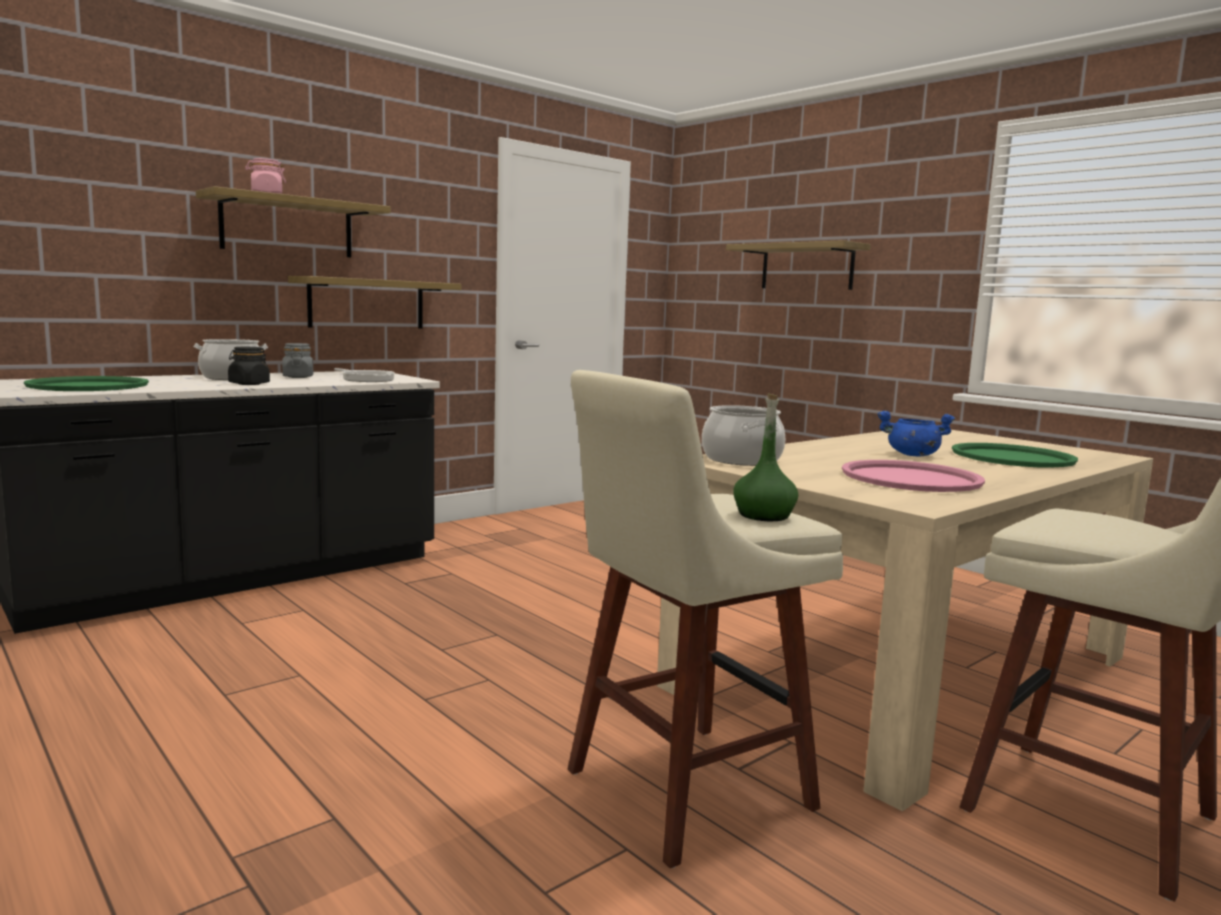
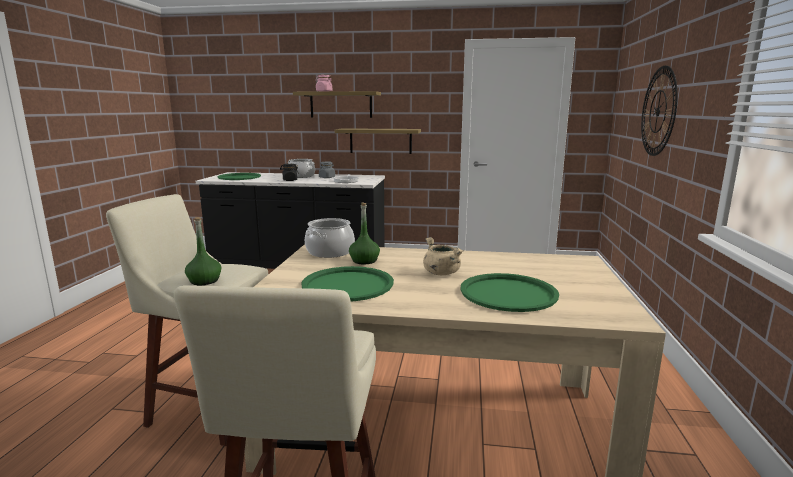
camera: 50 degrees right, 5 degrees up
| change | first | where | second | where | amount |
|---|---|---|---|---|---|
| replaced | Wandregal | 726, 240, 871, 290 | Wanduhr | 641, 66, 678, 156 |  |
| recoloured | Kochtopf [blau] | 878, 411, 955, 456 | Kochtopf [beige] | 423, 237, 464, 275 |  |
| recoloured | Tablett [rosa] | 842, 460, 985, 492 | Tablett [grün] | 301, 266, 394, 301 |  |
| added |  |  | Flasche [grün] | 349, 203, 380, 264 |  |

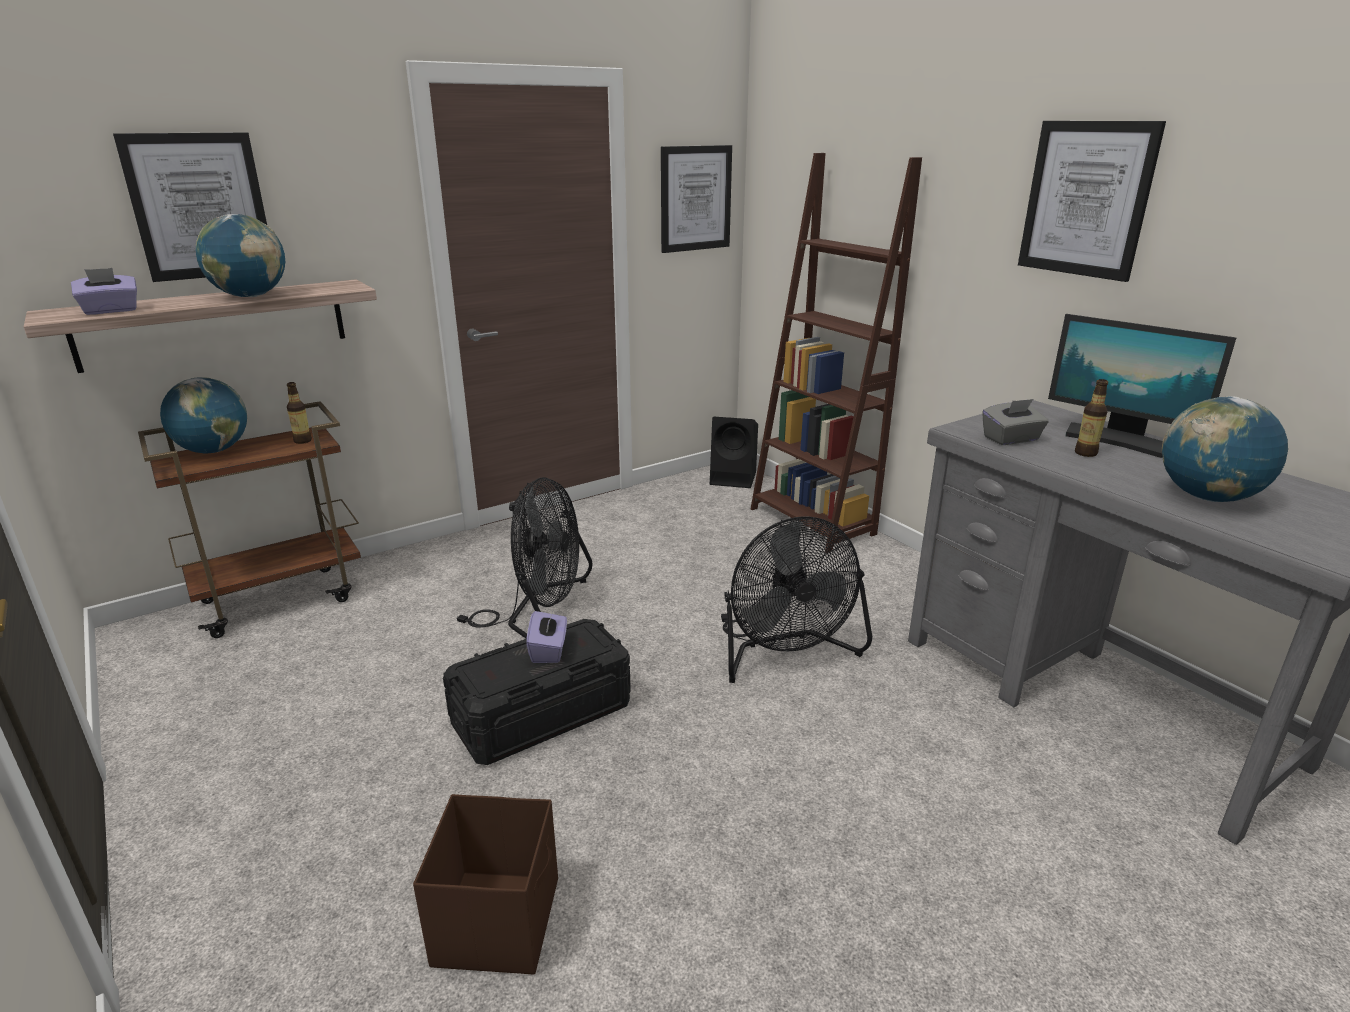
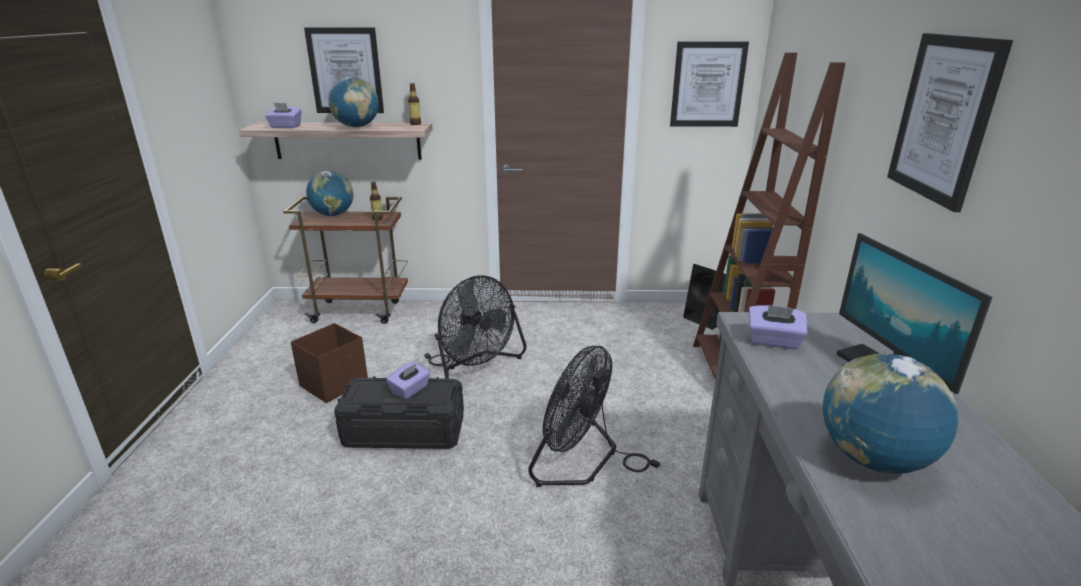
camera: 35 degrees right, 0 degrees up
| change | first | where | second | where | amount |
|---|---|---|---|---|---|
| moved | Flasche | 1075, 379, 1108, 457 |  | 408, 83, 421, 125 |  |
| recoloured | Taschentuchbox [grau] | 982, 399, 1049, 445 | Taschentuchbox [lila] | 749, 305, 808, 349 |  |
| turned | Ventilator [schwarz] | 721, 516, 872, 683 |  | 528, 346, 660, 487 | 105 degrees clockwise |
| moved | Aufbewahrungsbox [braun] | 413, 794, 558, 974 |  | 291, 323, 368, 403 |  |

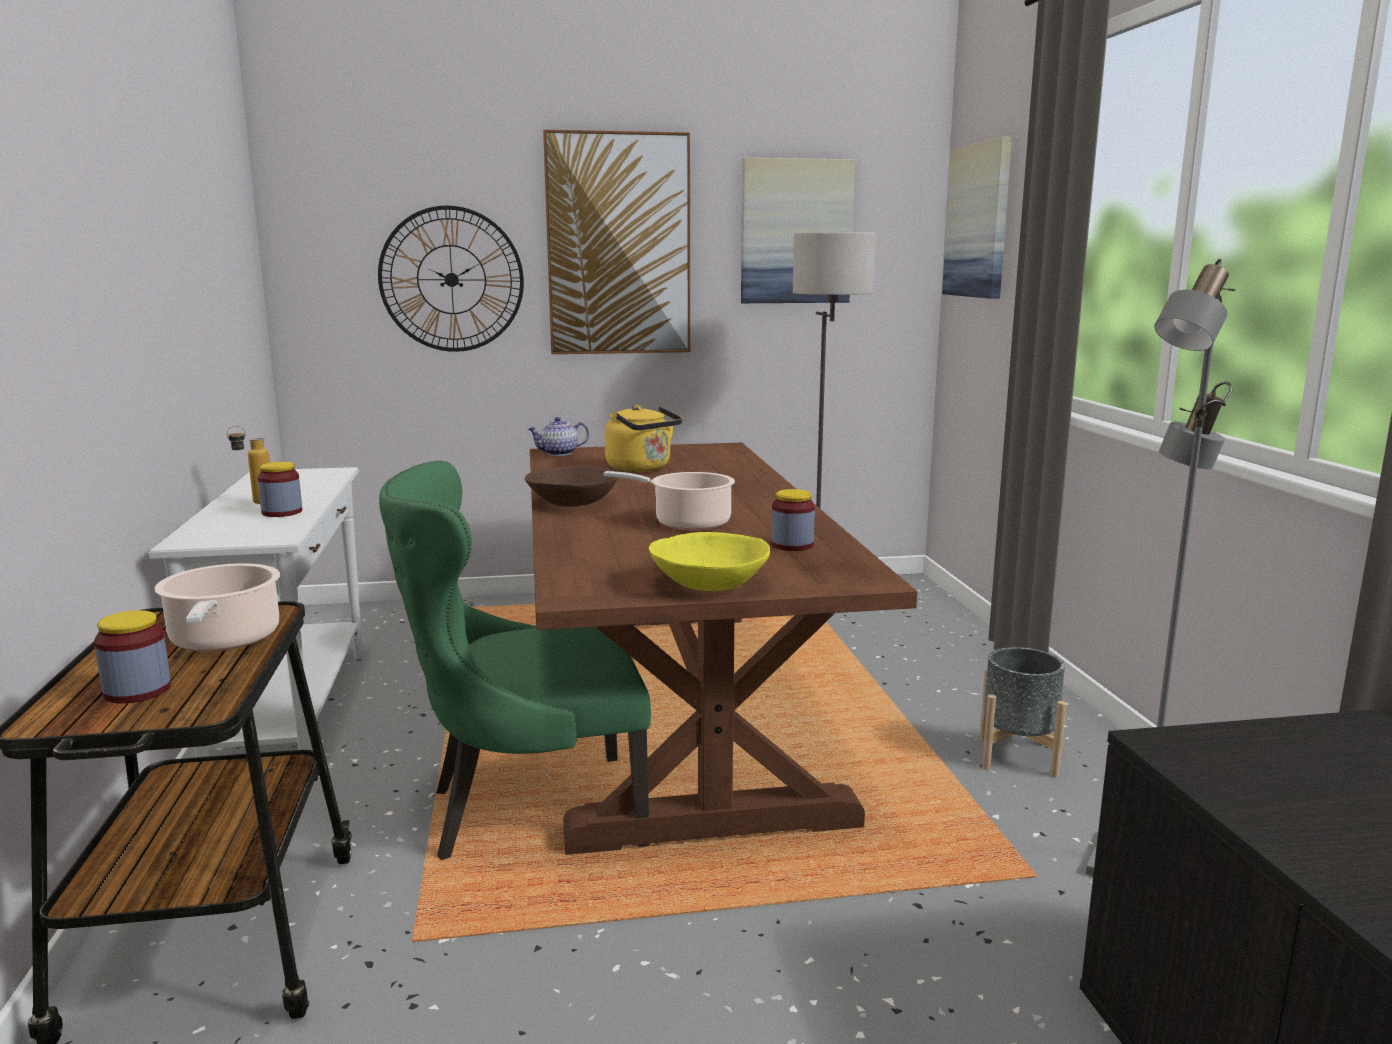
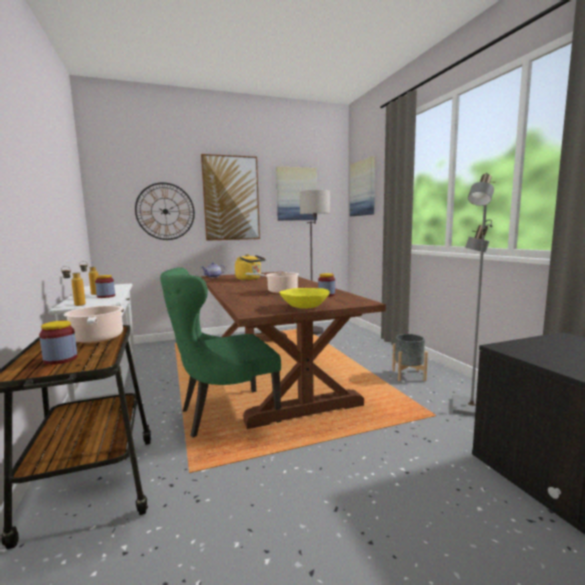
camera: 10 degrees left, 5 degrees down
| change | first | where | second | where | amount |
|---|---|---|---|---|---|
| removed | Schüssel [braun] | 524, 465, 618, 507 |  |  |  |
| added |  |  | Flasche | 61, 266, 86, 306 |  |

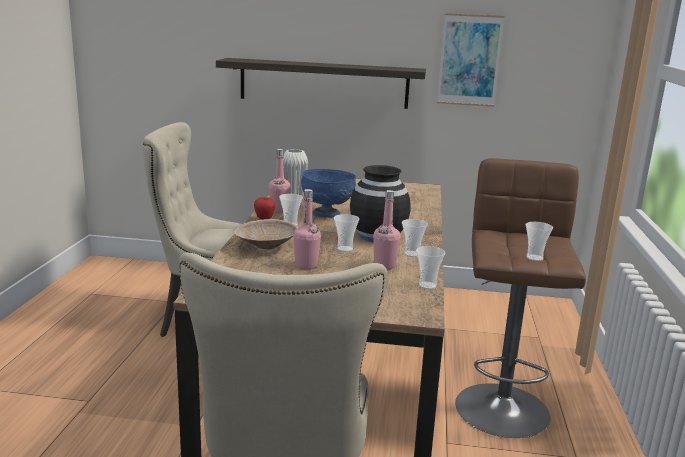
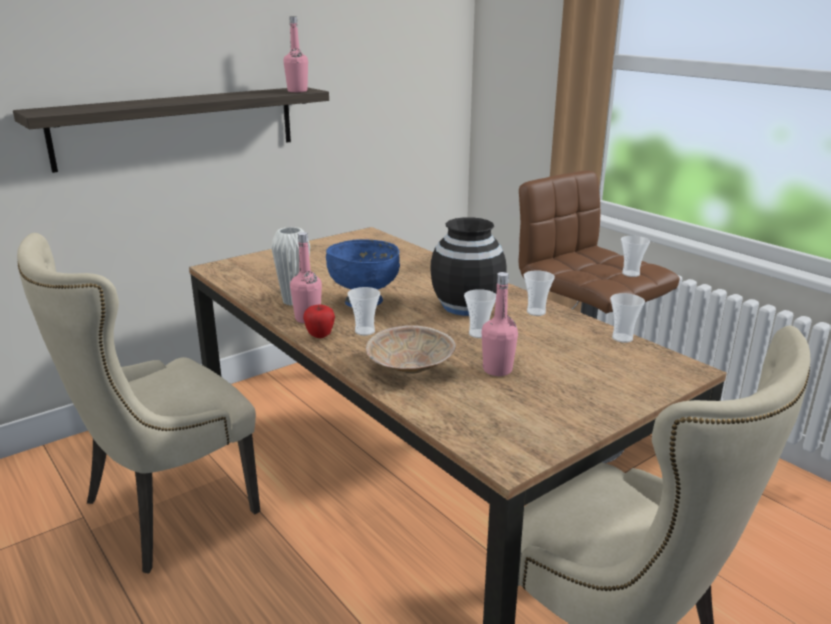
camera: 45 degrees left, 5 degrees up
| change | first | where | second | where | amount |
|---|---|---|---|---|---|
| removed | Bild | 437, 13, 504, 107 |  |  |  |
| moved | Flasche [rosa] | 373, 190, 400, 269 |  | 284, 16, 308, 92 |  |

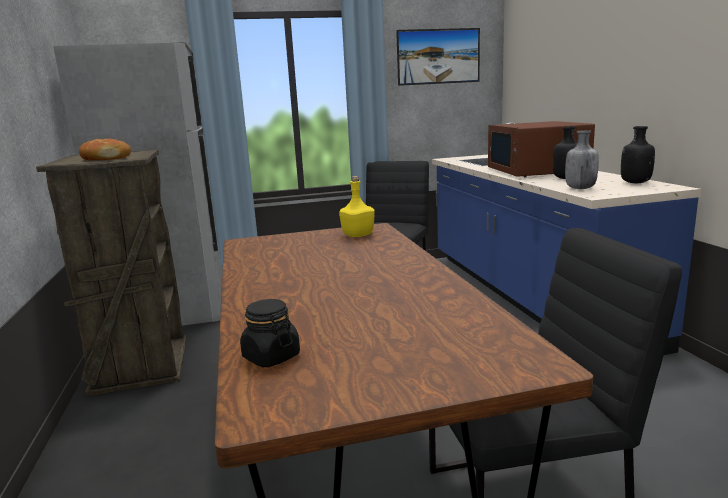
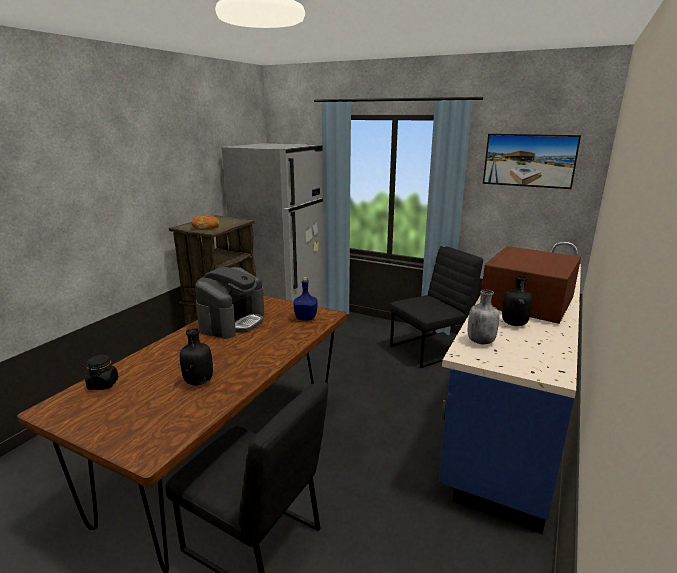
camera: 40 degrees right, 5 degrees up
| change | first | where | second | where | amount |
|---|---|---|---|---|---|
| moved | Flasche [schwarz] | 621, 126, 655, 183 |  | 180, 328, 213, 385 |  |
| recoloured | Flasche [gelb] | 339, 176, 375, 237 | Flasche [blau] | 294, 277, 318, 321 |  |
| added |  |  | Kaffeemaschine | 195, 267, 265, 339 |  |

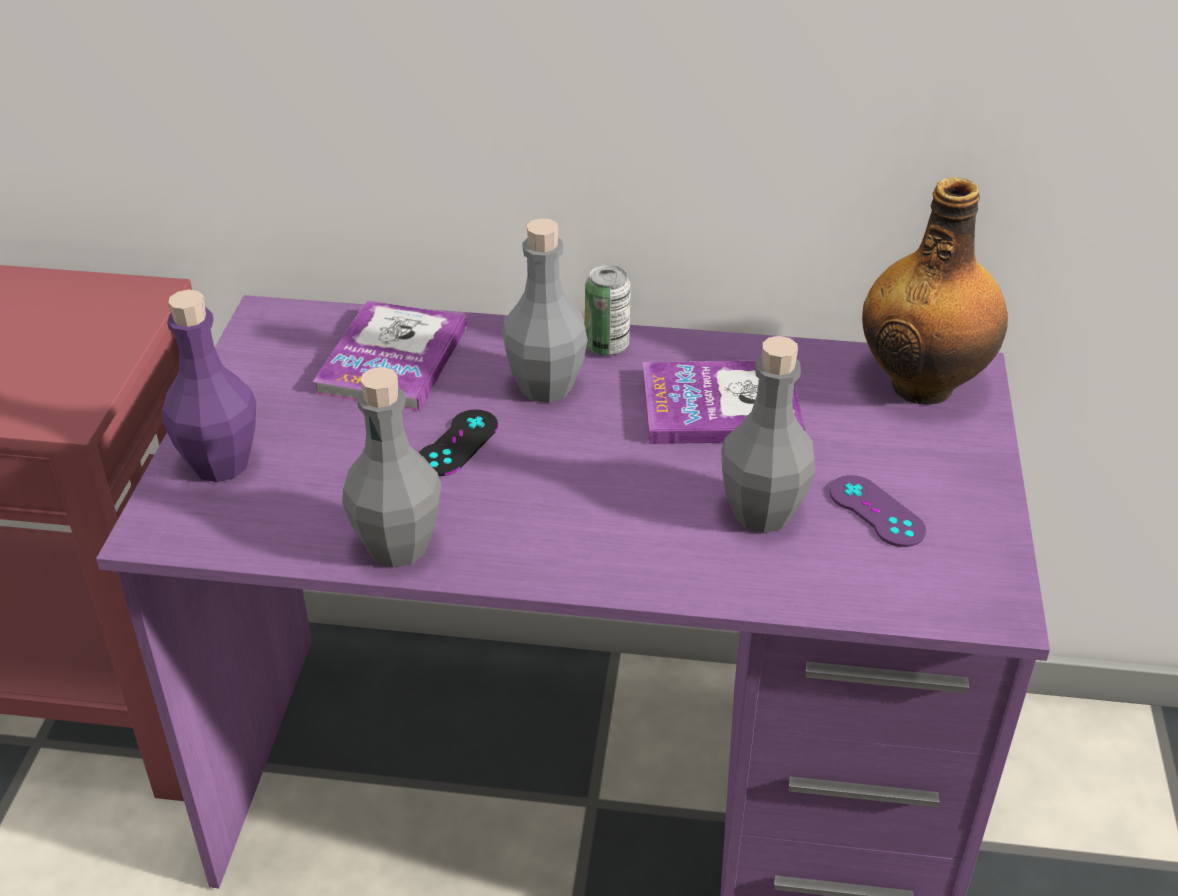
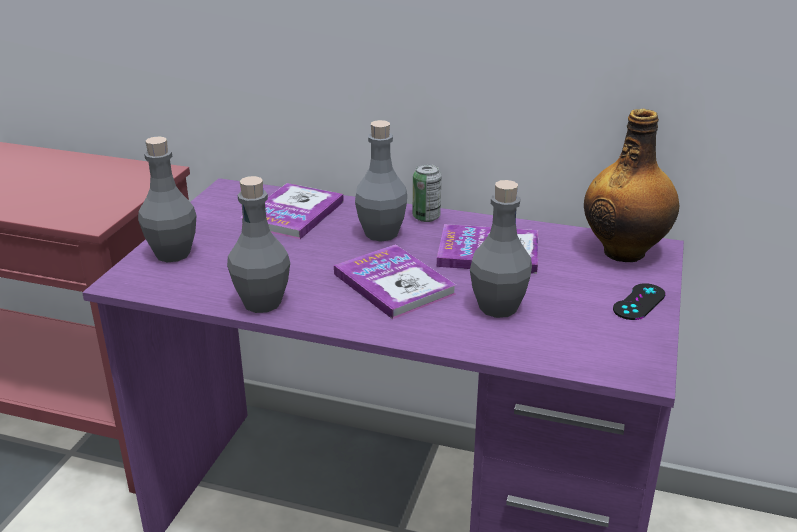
camera: 10 degrees right, 10 degrees down
| change | first | where | second | where | amount |
|---|---|---|---|---|---|
| recoloured | Flasche [lila] | 162, 290, 256, 482 | Flasche [grau] | 138, 136, 197, 262 |  |
| moved | Gamepad [schwarz] | 419, 410, 498, 476 |  | 613, 283, 665, 320 |  |
| removed | Gamepad [lila] | 829, 475, 926, 547 |  |  |  |
| added |  |  | Buch | 334, 244, 456, 319 |  |

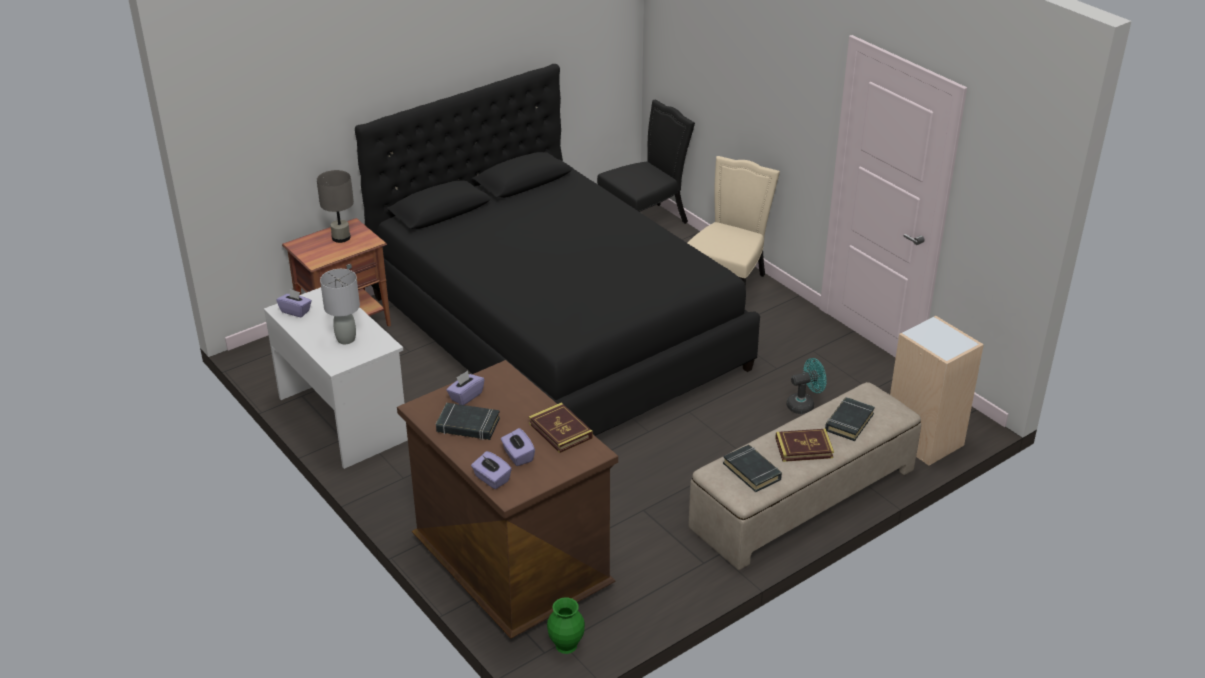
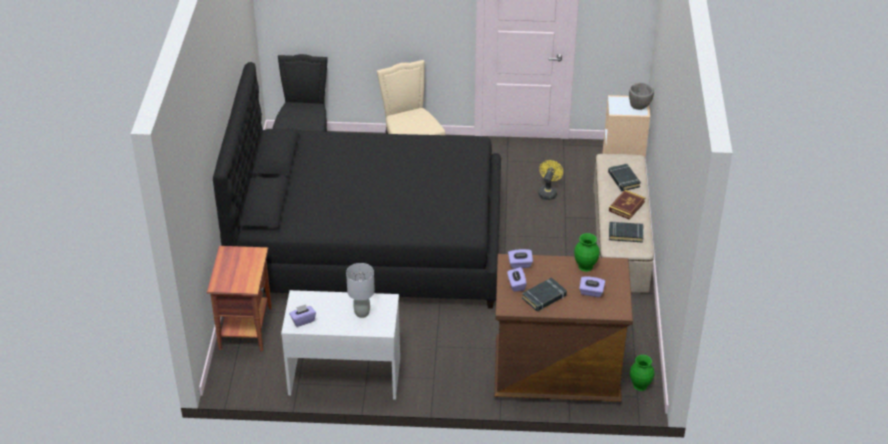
camera: 50 degrees left, 5 degrees up
| change | first | where | second | where | amount |
|---|---|---|---|---|---|
| removed | Tischlampe [grau] | 317, 170, 354, 243 |  |  |  |
| recoloured | Ventilator [türkis] | 787, 358, 827, 414 | Ventilator [gelb] | 538, 160, 563, 200 |  |
| replaced | Buch | 529, 403, 593, 453 | Vase [grün] | 574, 233, 600, 272 |  |
| moved | Taschentuchbox [lila] | 471, 451, 512, 489 |  | 508, 249, 533, 269 |  |
| added |  |  | Schüssel [grau] | 629, 82, 654, 110 |  |

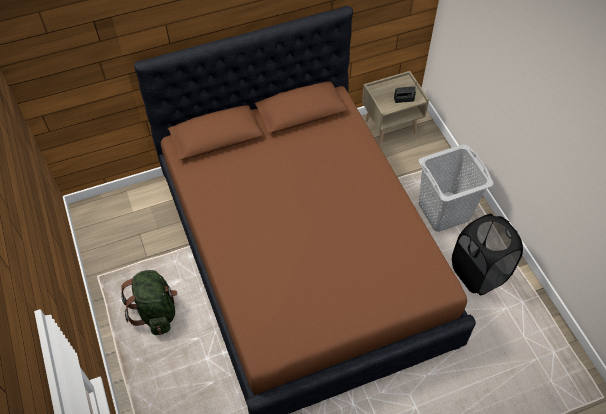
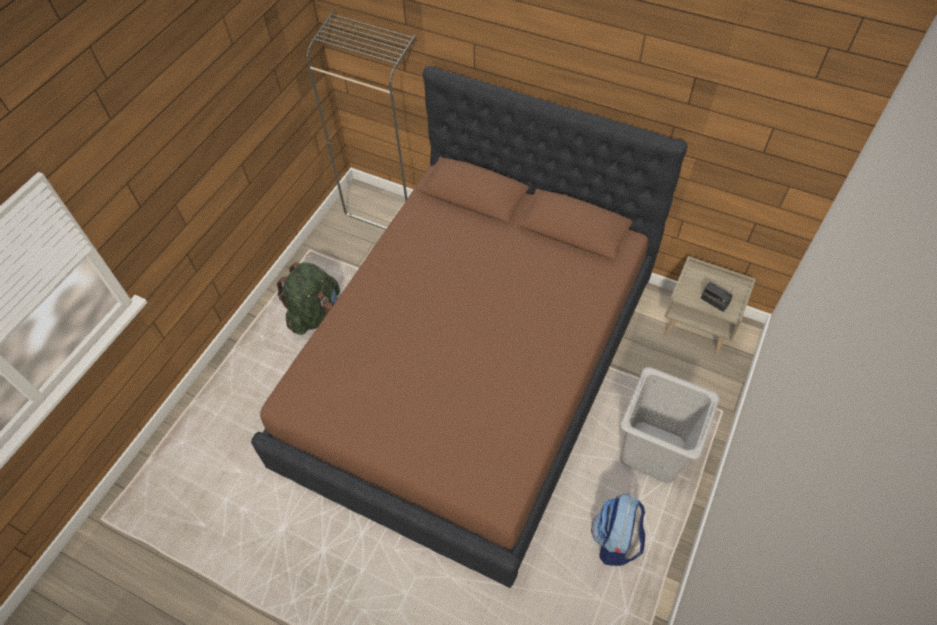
camera: 50 degrees right, 0 degrees up
| change | first | where | second | where | amount |
|---|---|---|---|---|---|
| replaced | Wäschekorb [schwarz] | 452, 214, 523, 295 | Rucksack | 591, 493, 645, 566 |  |
| added |  |  | Kleiderständer [grau] | 307, 11, 416, 230 |  |

